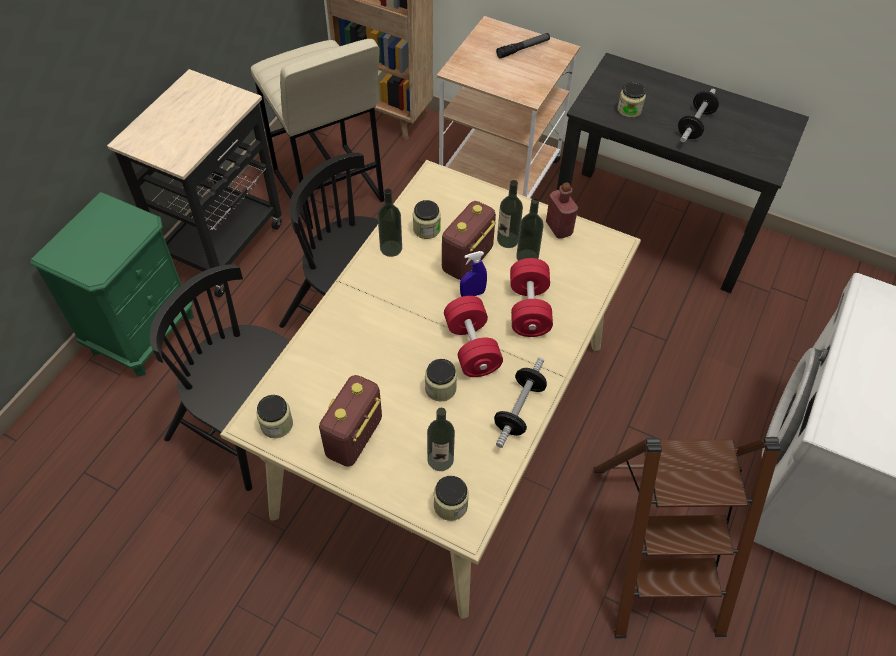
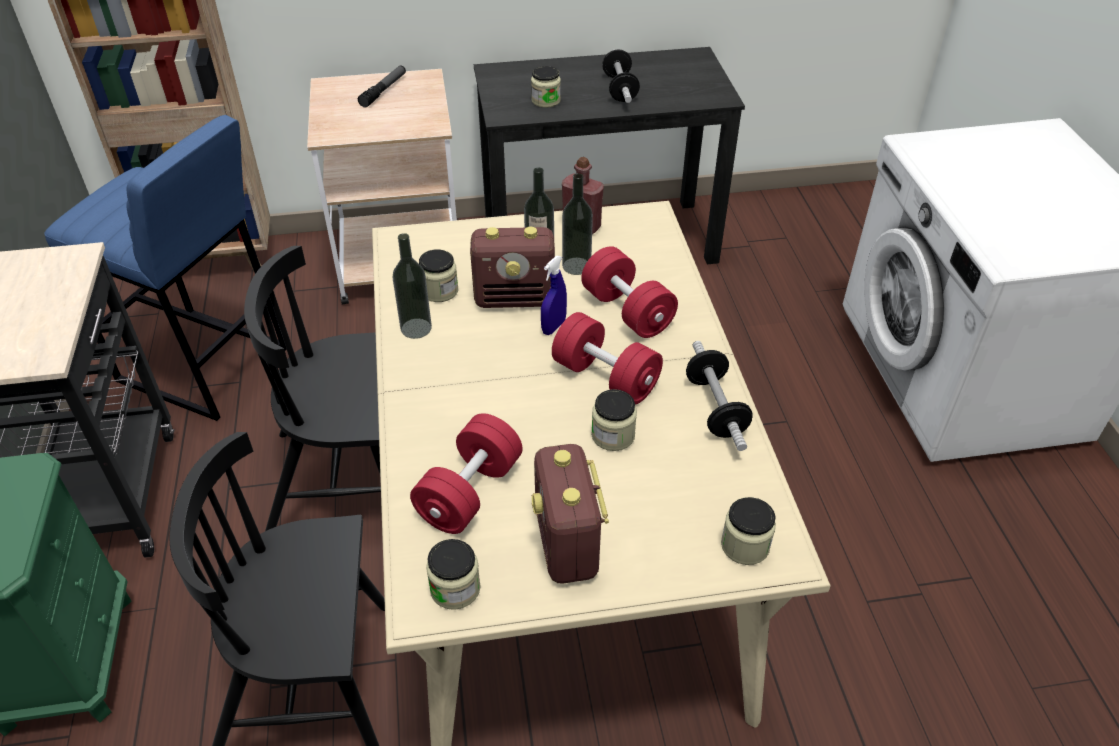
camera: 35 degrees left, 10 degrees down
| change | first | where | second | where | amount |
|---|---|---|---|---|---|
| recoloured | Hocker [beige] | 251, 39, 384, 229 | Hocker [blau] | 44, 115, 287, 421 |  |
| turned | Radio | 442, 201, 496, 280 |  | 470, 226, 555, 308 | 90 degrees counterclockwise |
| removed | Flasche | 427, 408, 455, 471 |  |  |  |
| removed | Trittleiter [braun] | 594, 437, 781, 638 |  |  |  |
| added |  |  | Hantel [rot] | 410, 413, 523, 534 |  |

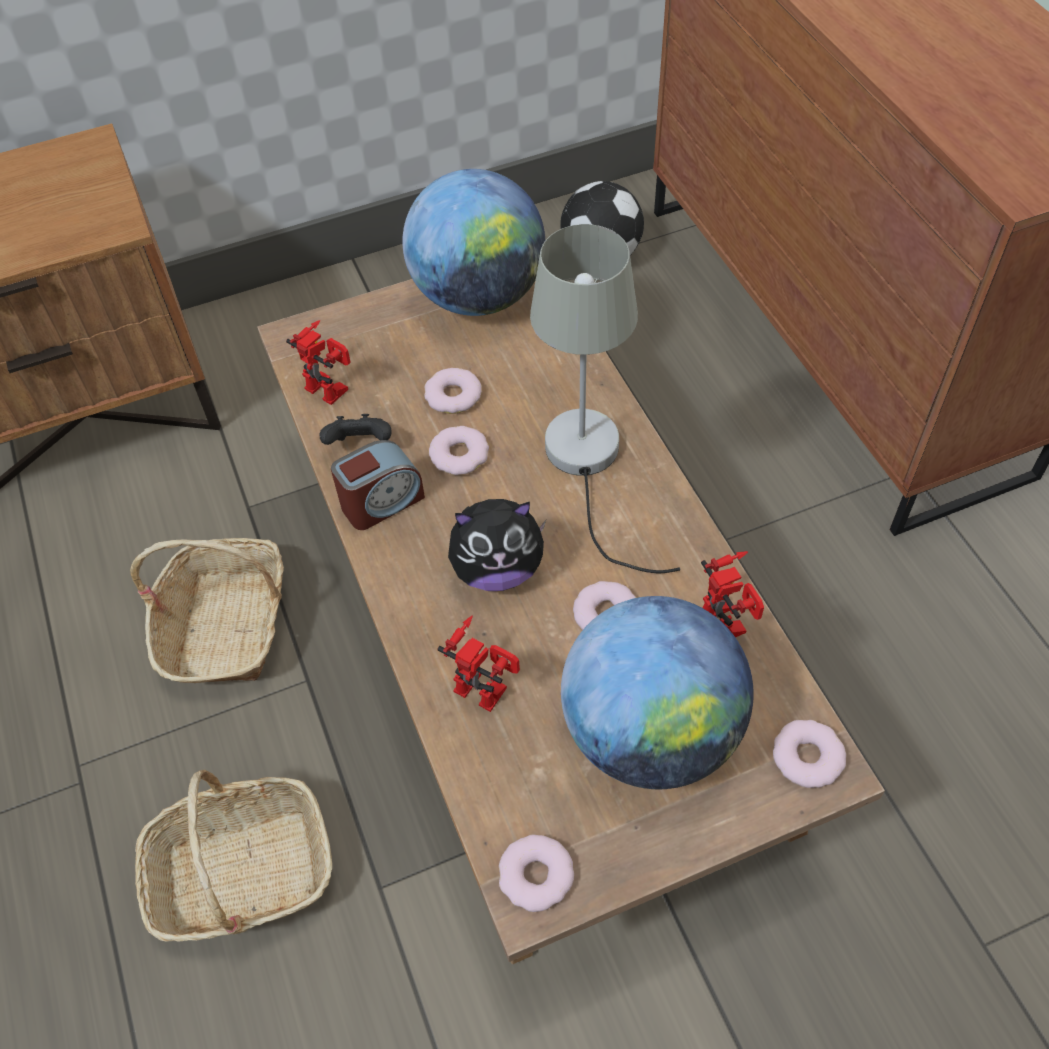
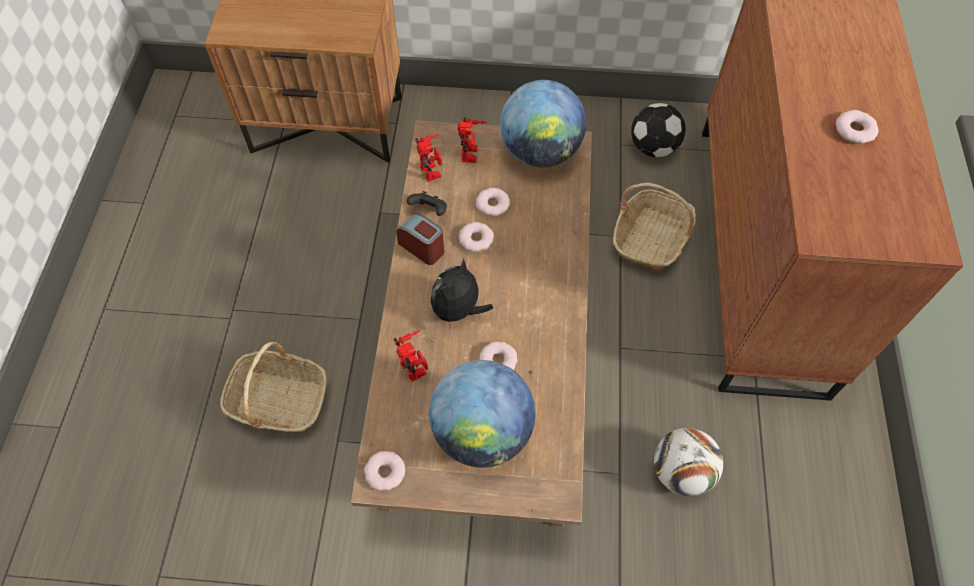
camera: 25 degrees right, 5 degrees up
| change | first | where | second | where | amount |
|---|---|---|---|---|---|
| removed | Tischlampe [grau] | 530, 224, 680, 573 |  |  |  |
| turned | Wecker | 331, 440, 425, 530 |  | 397, 213, 444, 265 | 135 degrees counterclockwise |
| turned | Plüschtier | 448, 499, 546, 591 |  | 431, 258, 493, 328 | 105 degrees clockwise |
| moved | Korb | 130, 538, 284, 683 |  | 613, 183, 696, 272 |  |
| moved | Spielzeugroboter | 701, 551, 764, 637 |  | 458, 118, 487, 163 |  |
| moved | Donut | 773, 720, 846, 788 |  | 836, 110, 879, 144 |  |
| added |  |  | Fußball | 654, 428, 723, 497 |  |

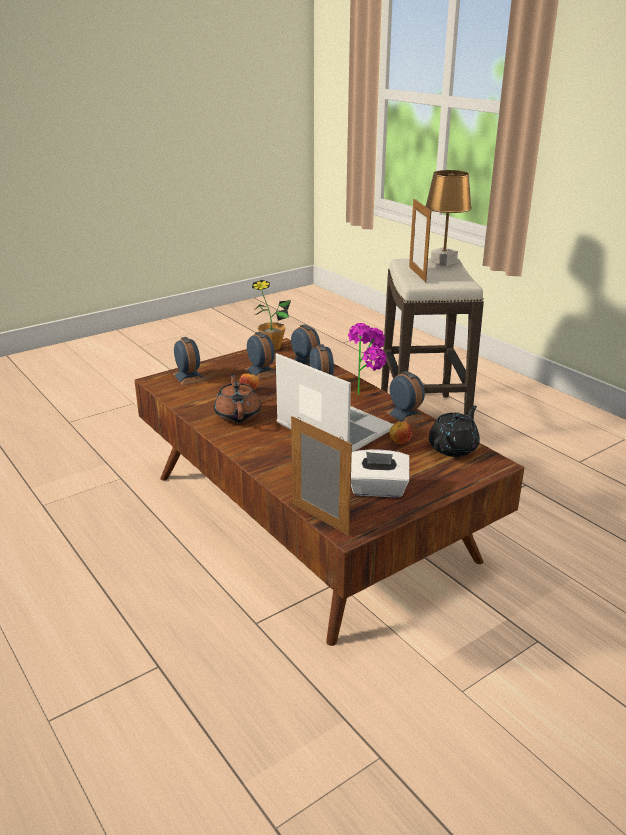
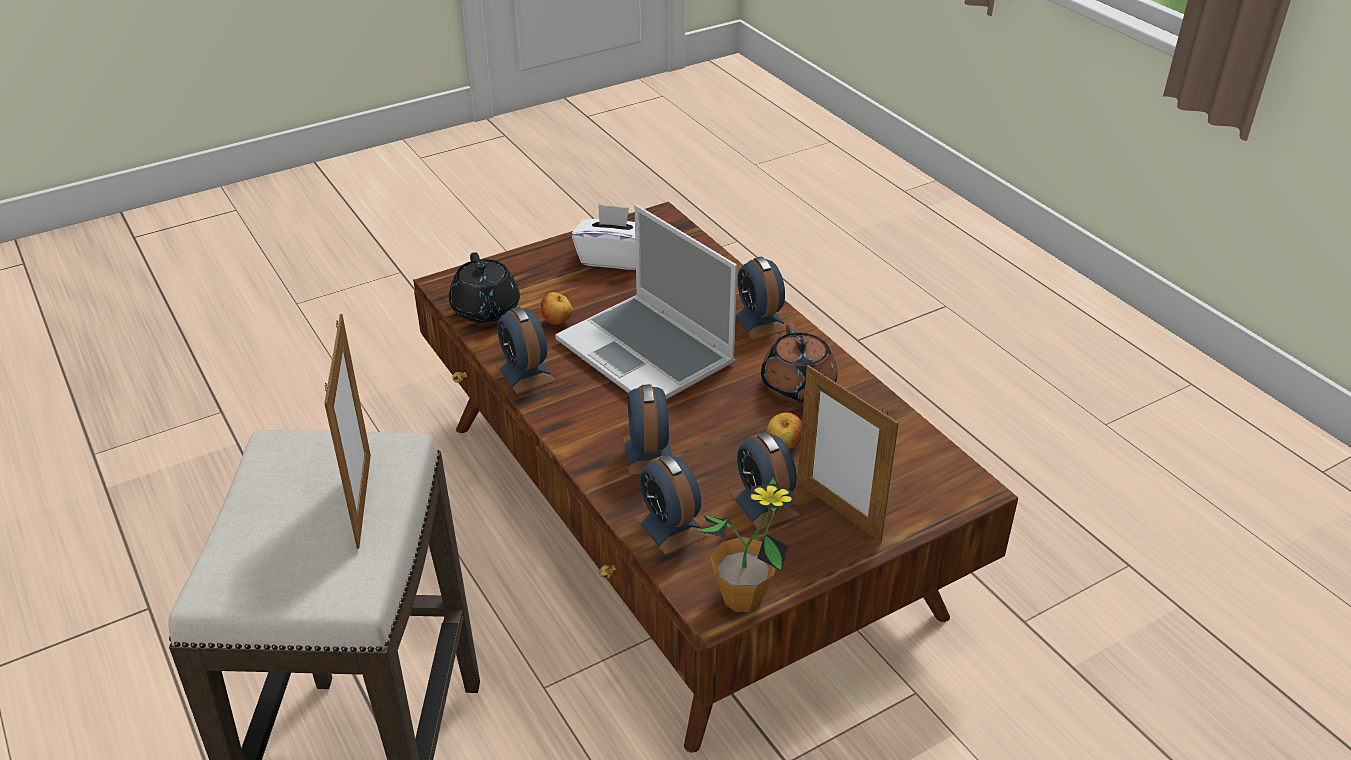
camera: 175 degrees left, 10 degrees up
| change | first | where | second | where | amount |
|---|---|---|---|---|---|
| removed | Tischlampe [braun] | 425, 170, 472, 266 |  |  |  |
| removed | Topfpflanze | 348, 323, 386, 395 |  |  |  |
| moved | Wecker | 173, 337, 205, 385 |  | 735, 257, 786, 339 |  |
| turned | Teekanne [schwarz] | 429, 405, 480, 457 |  | 449, 252, 520, 323 | 60 degrees counterclockwise |
| moved | Bilderrahmen | 291, 416, 352, 536 |  | 797, 365, 899, 542 |  |

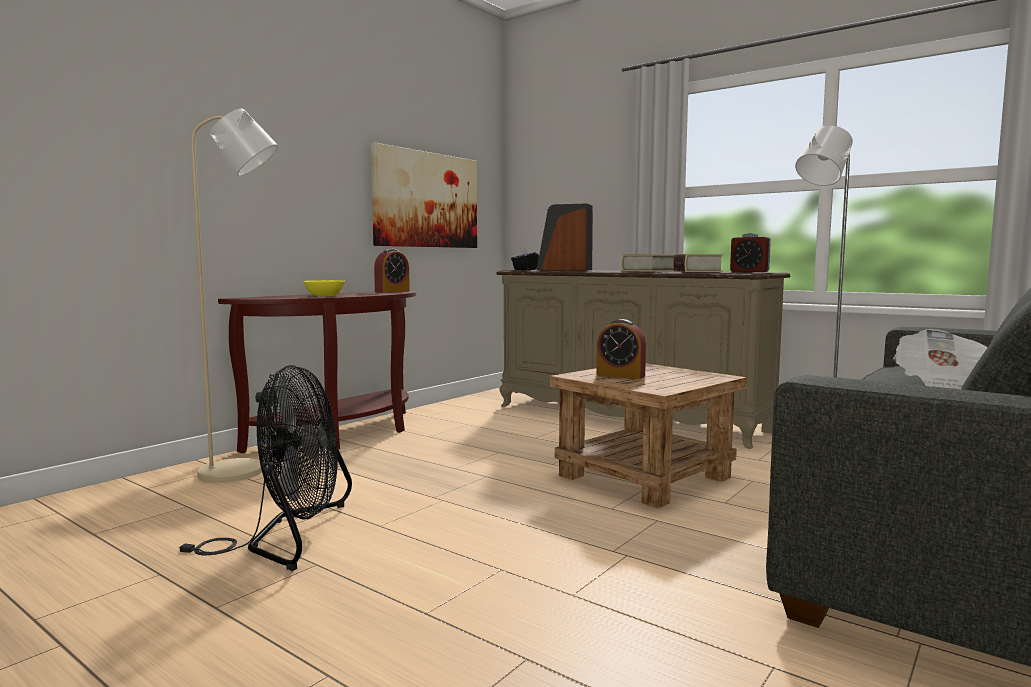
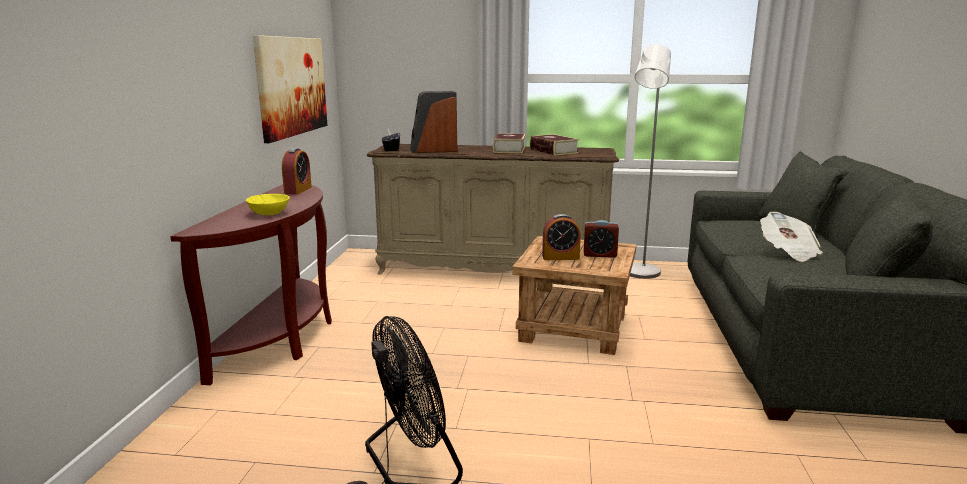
camera: 30 degrees left, 10 degrees up
| change | first | where | second | where | amount |
|---|---|---|---|---|---|
| removed | Stehlampe [beige] | 191, 108, 278, 483 |  |  |  |
| moved | Wecker | 730, 233, 771, 272 |  | 584, 220, 619, 258 |  |

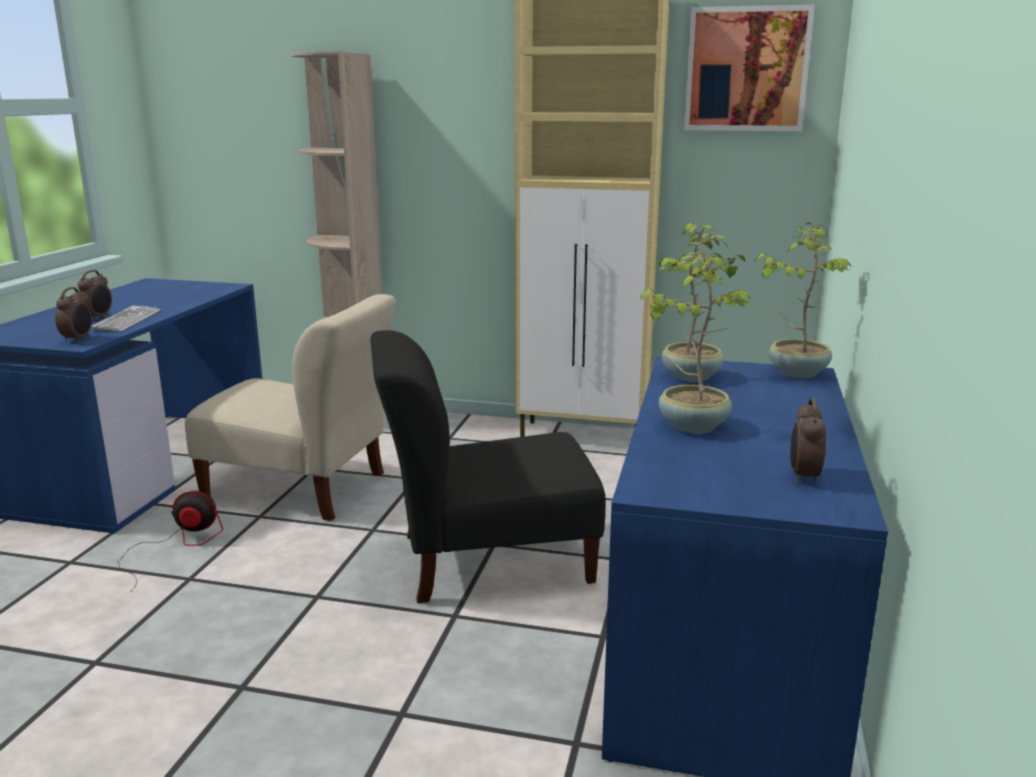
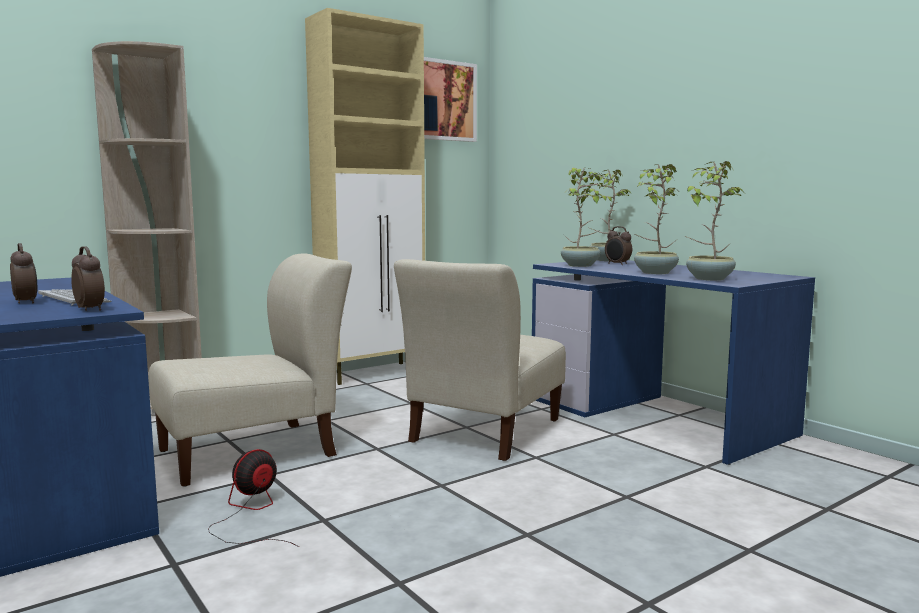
camera: 50 degrees left, 10 degrees down
| change | first | where | second | where | amount |
|---|---|---|---|---|---|
| recoloured | Stuhl [schwarz] | 371, 330, 605, 603 | Stuhl [beige] | 394, 259, 566, 461 |  |
| moved | Wecker | 790, 398, 826, 484 |  | 605, 226, 632, 265 |  |
| added |  |  | Topfpflanze | 685, 161, 744, 281 |  |

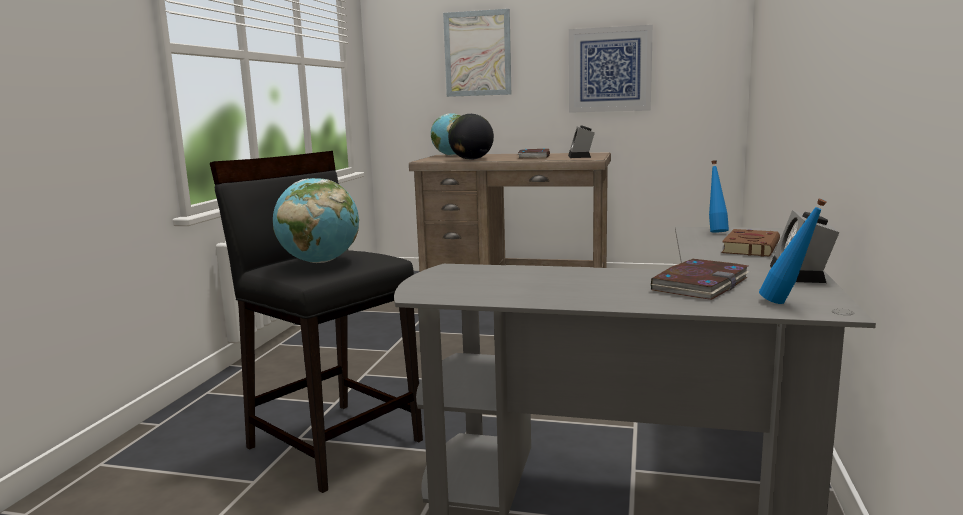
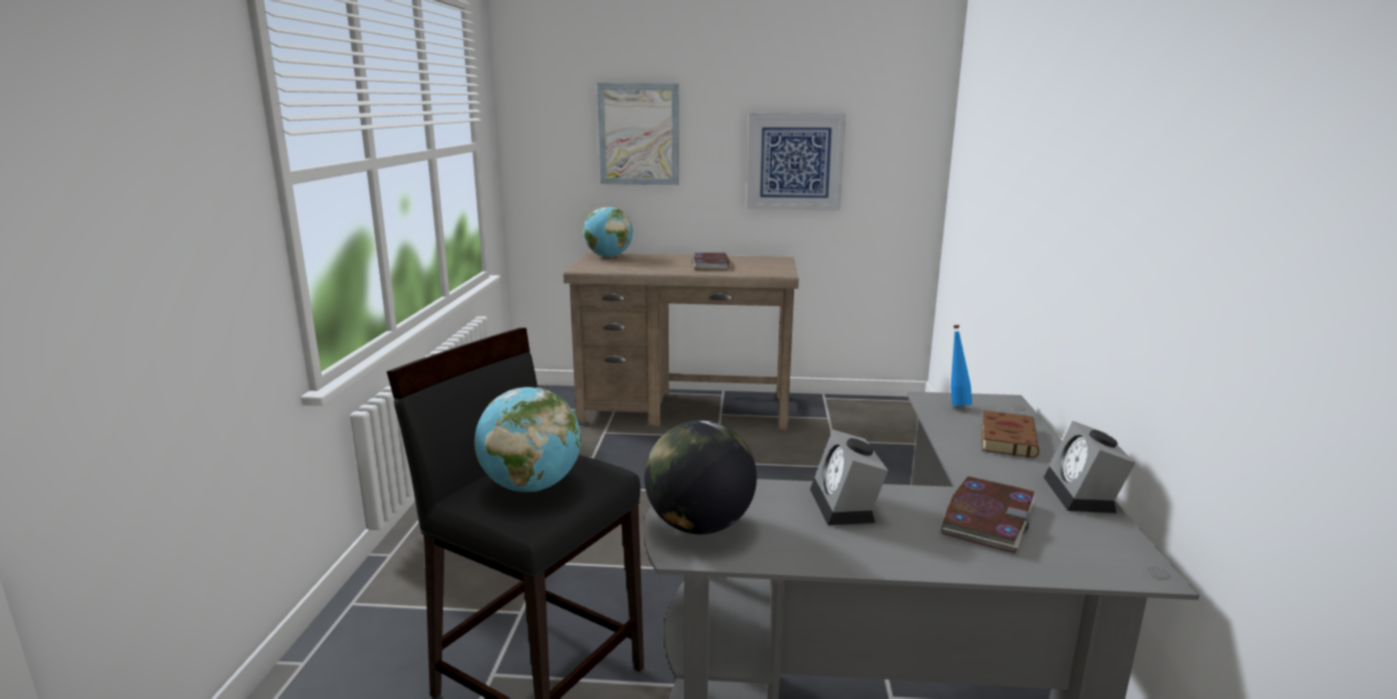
camera: 10 degrees left, 5 degrees up
| change | first | where | second | where | amount |
|---|---|---|---|---|---|
| moved | Globus | 448, 114, 494, 160 |  | 644, 420, 757, 534 |  |
| moved | Wecker | 568, 125, 595, 158 |  | 810, 430, 888, 525 |  |
| removed | Flasche [blau] | 759, 199, 827, 304 |  |  |  |

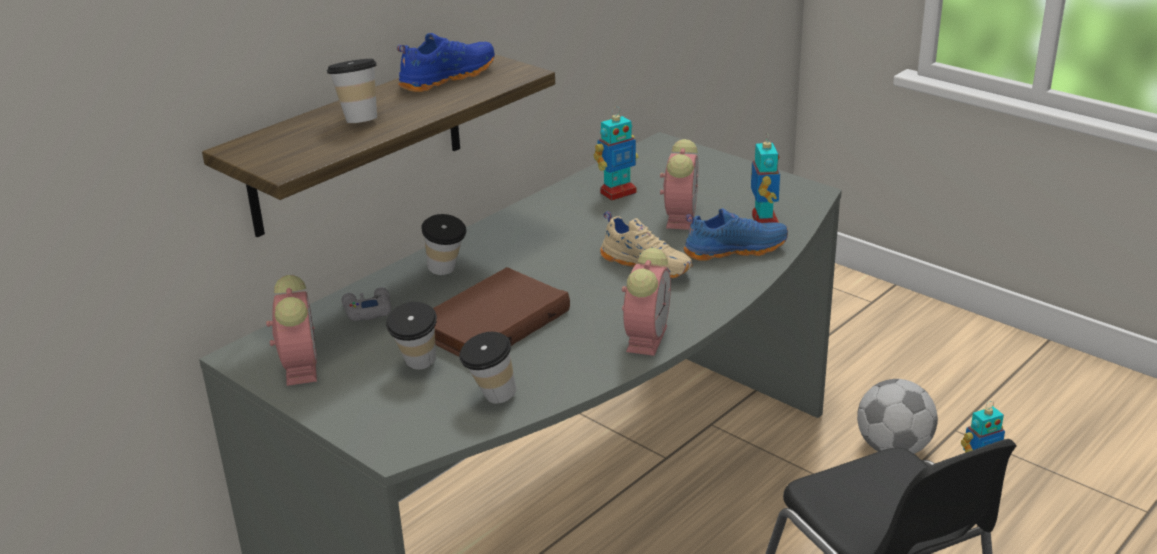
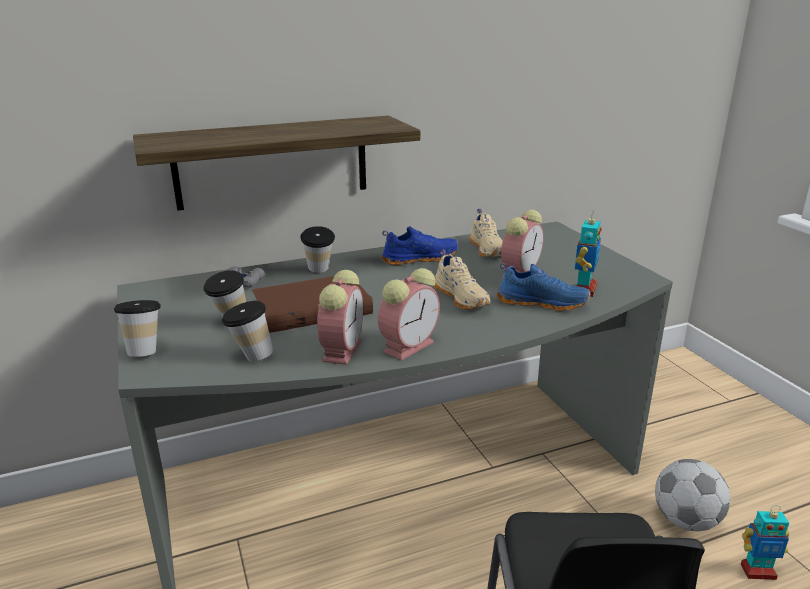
camera: 25 degrees right, 5 degrees down
| change | first | where | second | where | amount |
|---|---|---|---|---|---|
| moved | Schuh [blau] | 397, 33, 495, 92 |  | 382, 226, 458, 265 |  |
| moved | Tasse | 327, 59, 377, 123 |  | 114, 300, 161, 357 |  |
| replaced | Spielzeugroboter | 594, 107, 638, 201 | Schuh [beige] | 469, 209, 503, 257 |  |
| moved | Wecker | 266, 275, 317, 386 |  | 317, 270, 363, 365 |  |

